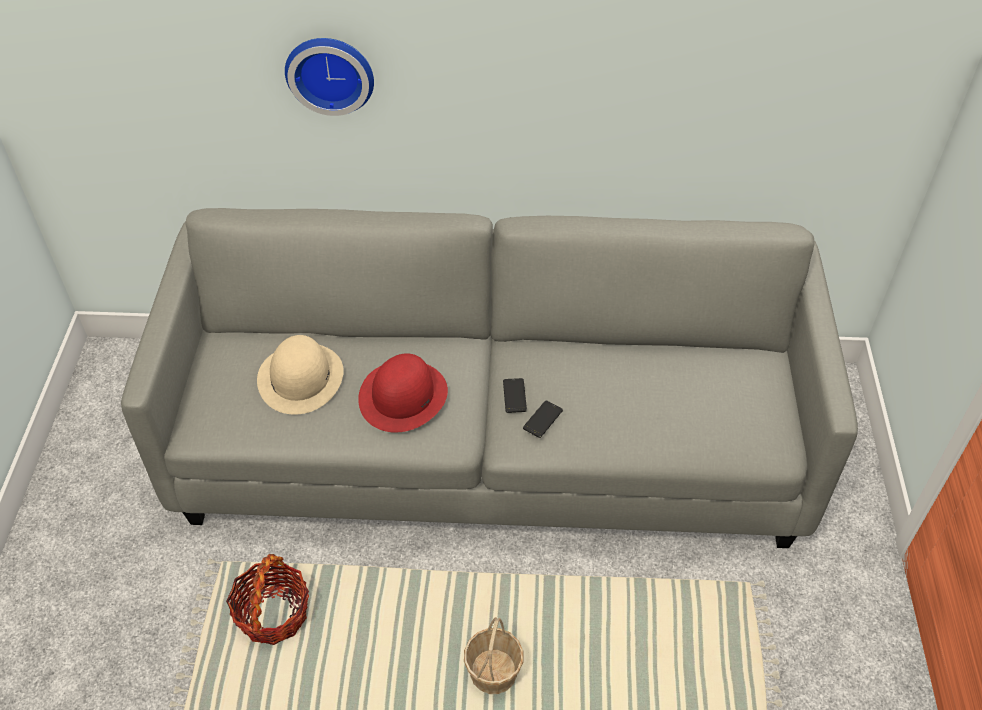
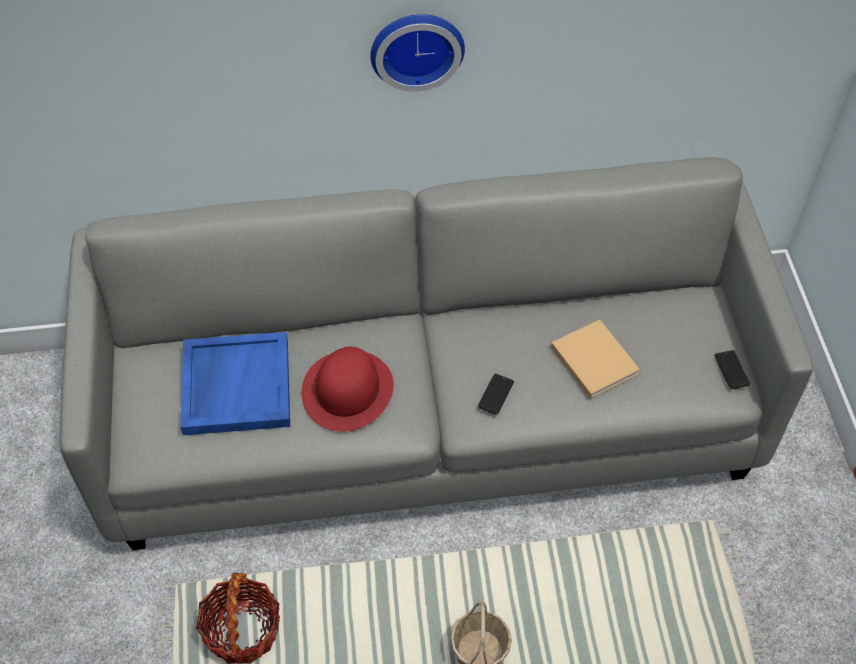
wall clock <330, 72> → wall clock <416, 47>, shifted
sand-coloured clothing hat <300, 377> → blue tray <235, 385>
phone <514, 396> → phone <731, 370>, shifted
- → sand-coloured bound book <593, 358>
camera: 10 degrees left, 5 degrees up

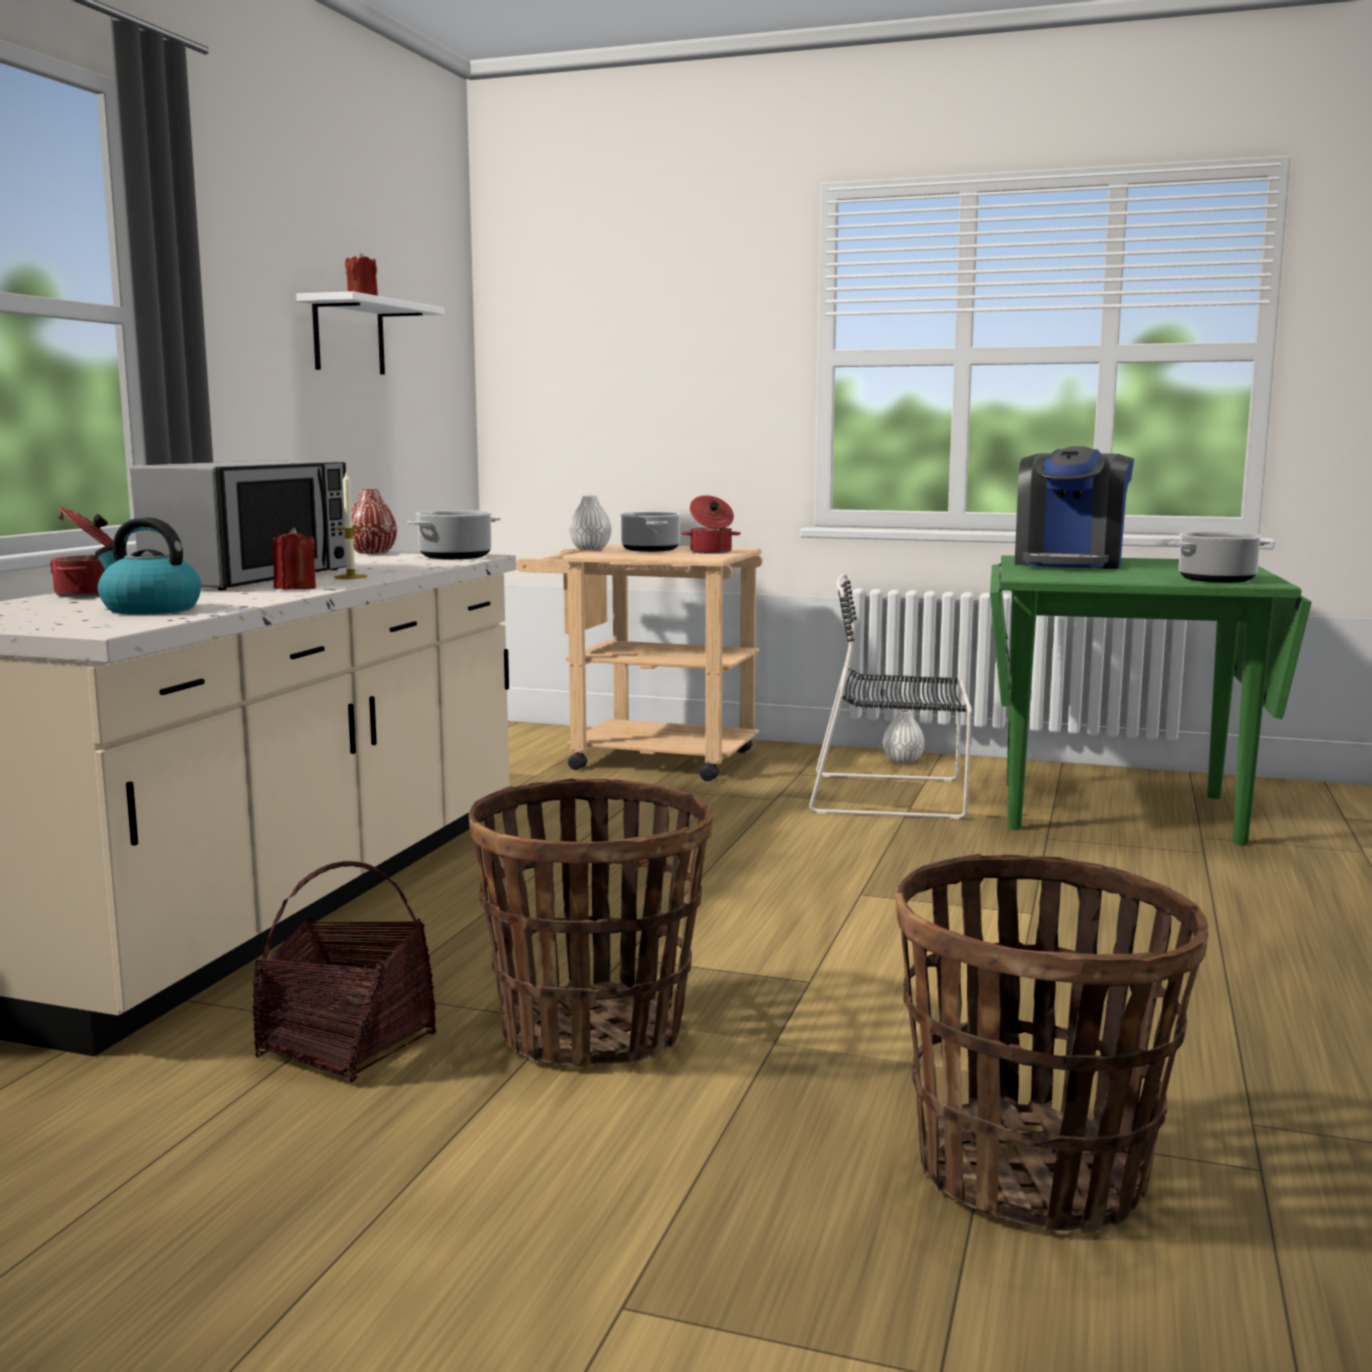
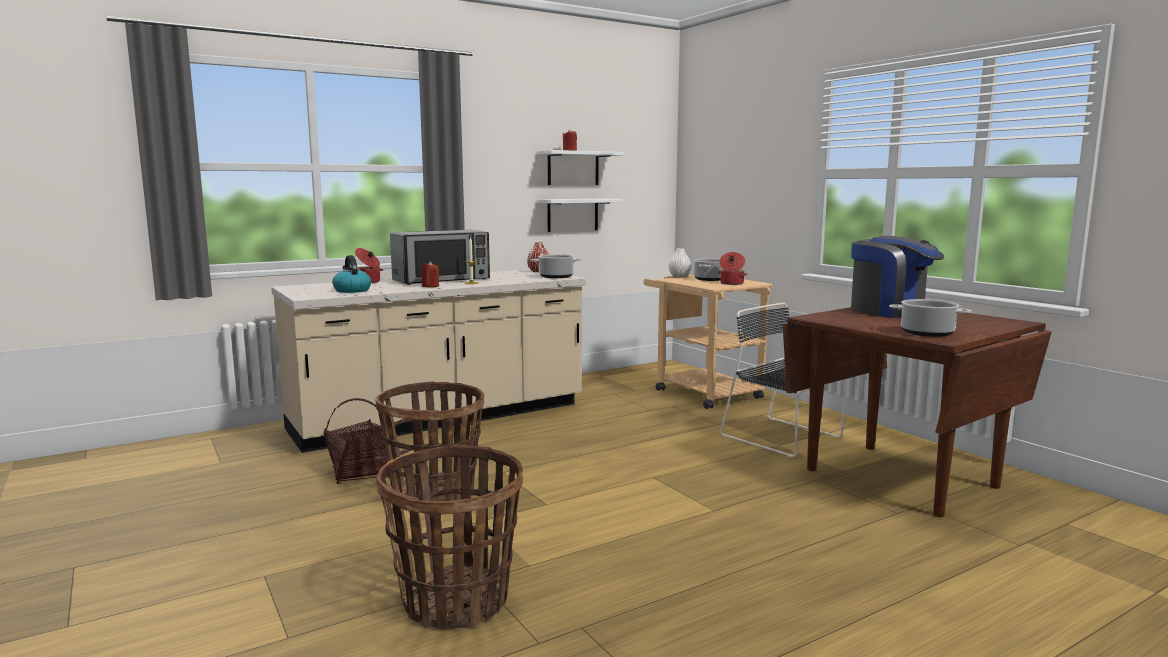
coffee machine <1069, 564> → coffee machine <892, 311>, 105 degrees counterclockwise
greenish dining table <1117, 811> → brown-coloured dining table <901, 477>
white decorative vase <902, 761> → -
- → white wall shelf <572, 215>
camera: 40 degrees right, 0 degrees up

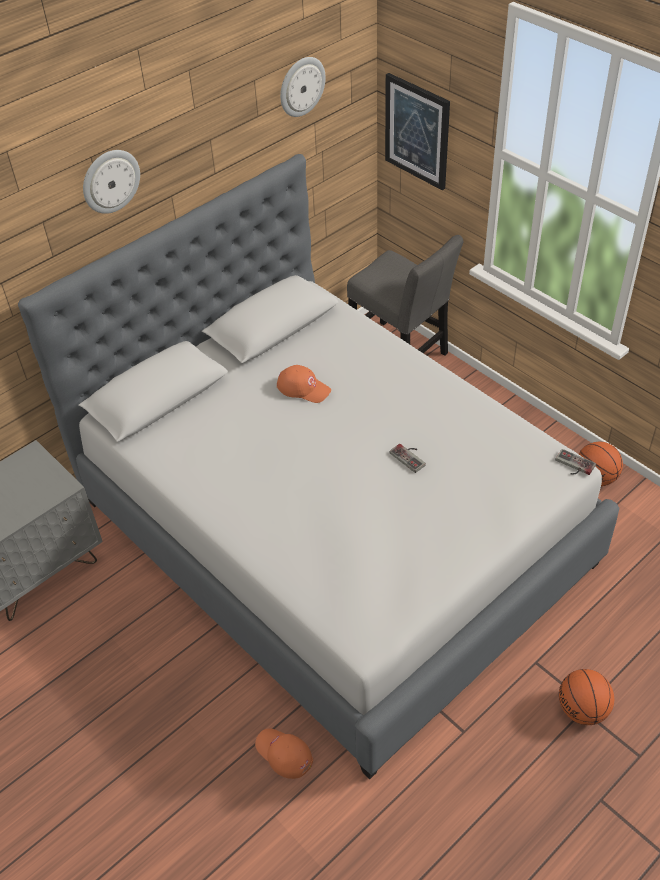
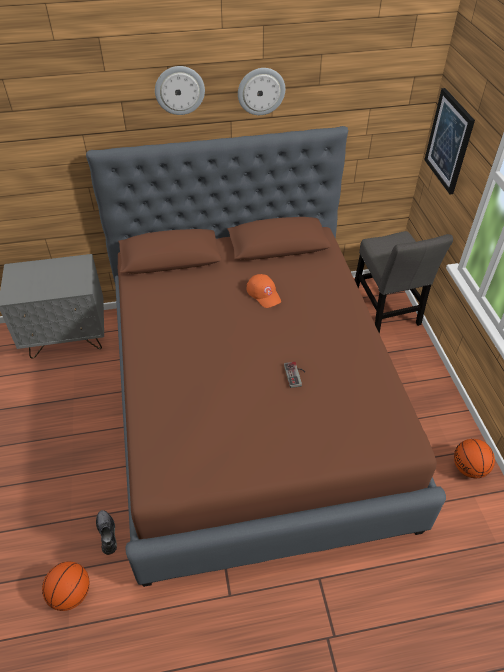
wall clock <301, 86> → wall clock <261, 91>, shifted
gray bed <334, 531> → brown-coloured bed <252, 405>
game controller <573, 465> → -
ball for basketball <582, 710> → ball for basketball <71, 594>, shifted
orangey peaked cap <283, 754> → gray item of footwear <107, 533>
camera: 30 degrees right, 0 degrees up

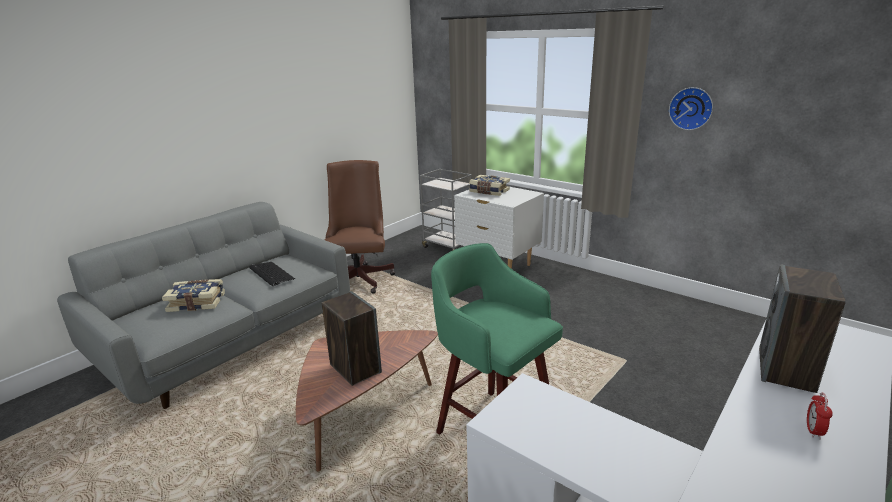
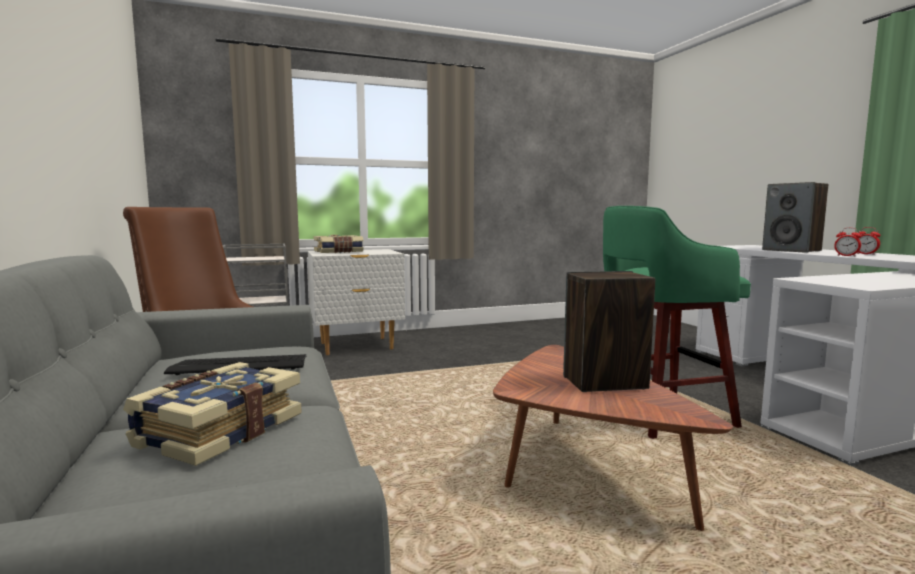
wall clock <691, 108> → -
- → bedside clock <846, 256>
camera: 60 degrees left, 15 degrees down

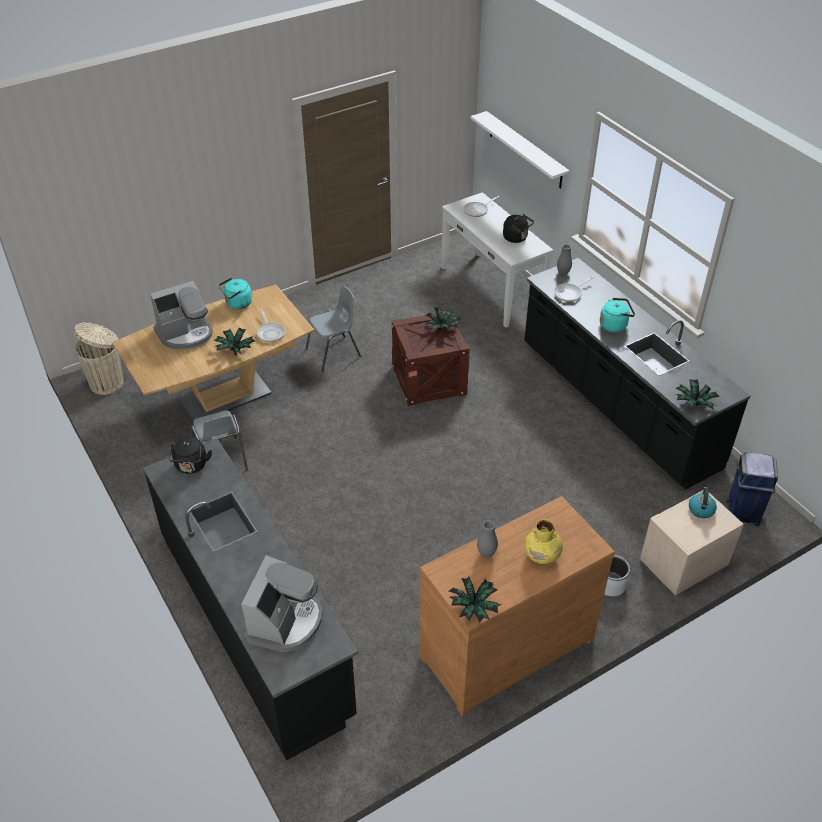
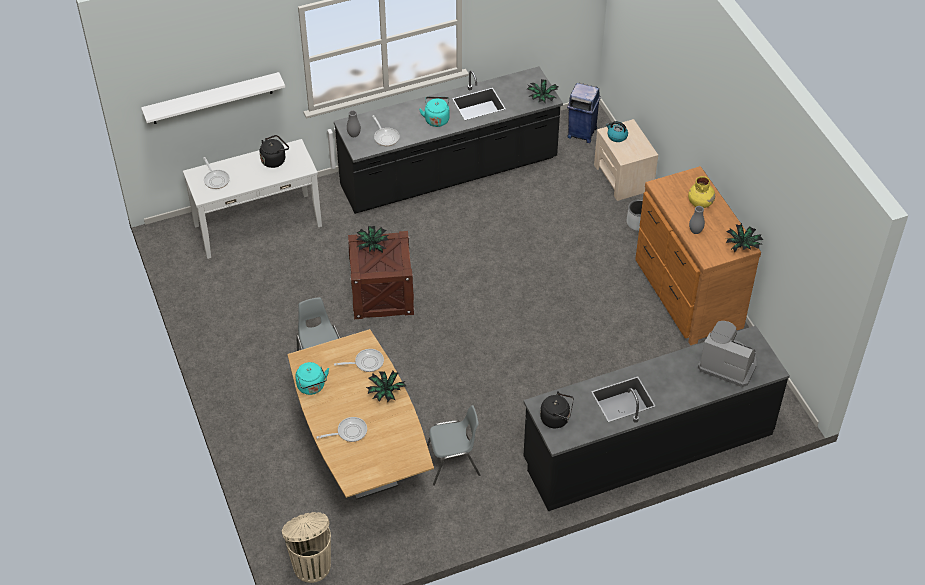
coffee machine <185, 334> → frying pan <349, 432>
camera: 80 degrees left, 5 degrees up

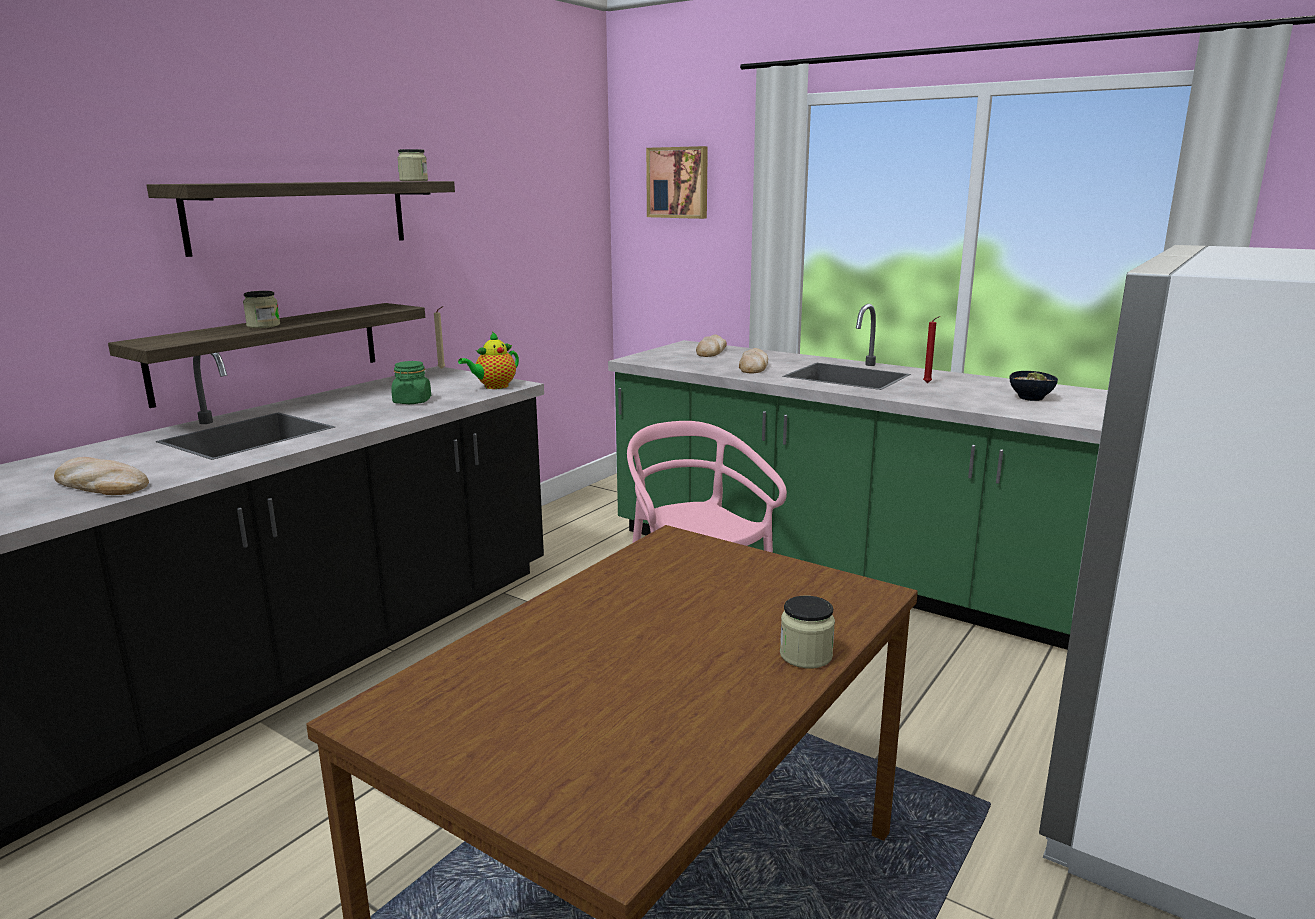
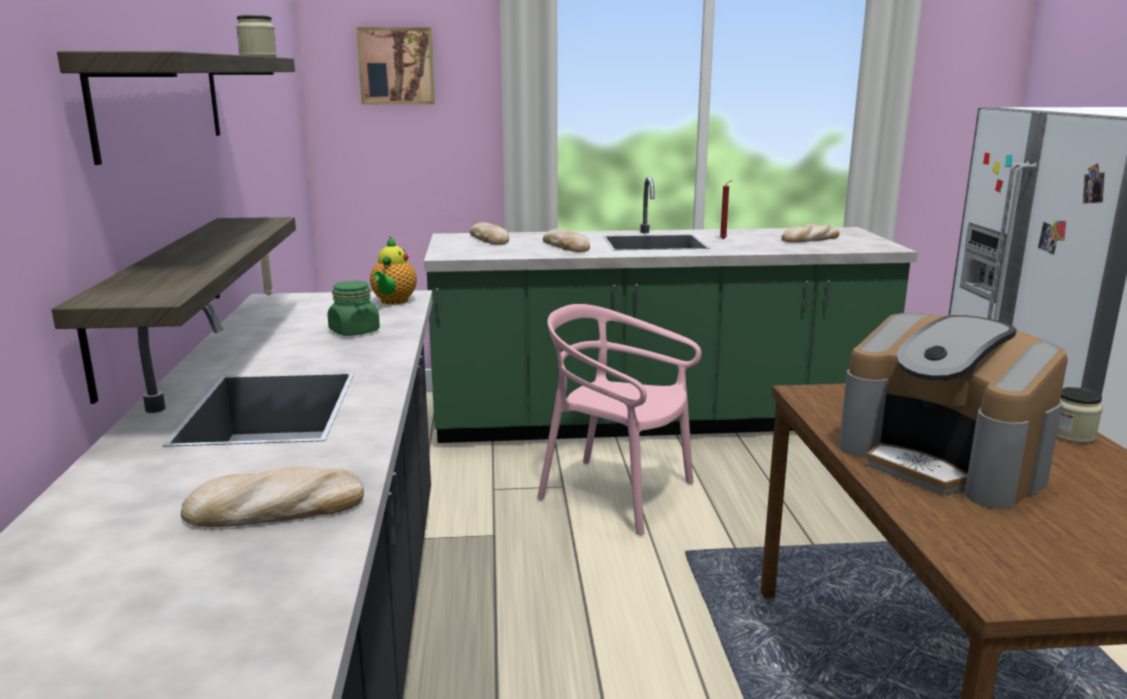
storage jar <263, 325> → -
serving bowl <1031, 398> → bakery bread <810, 239>
- → coffee machine <943, 461>
camera: 40 degrees left, 0 degrees up

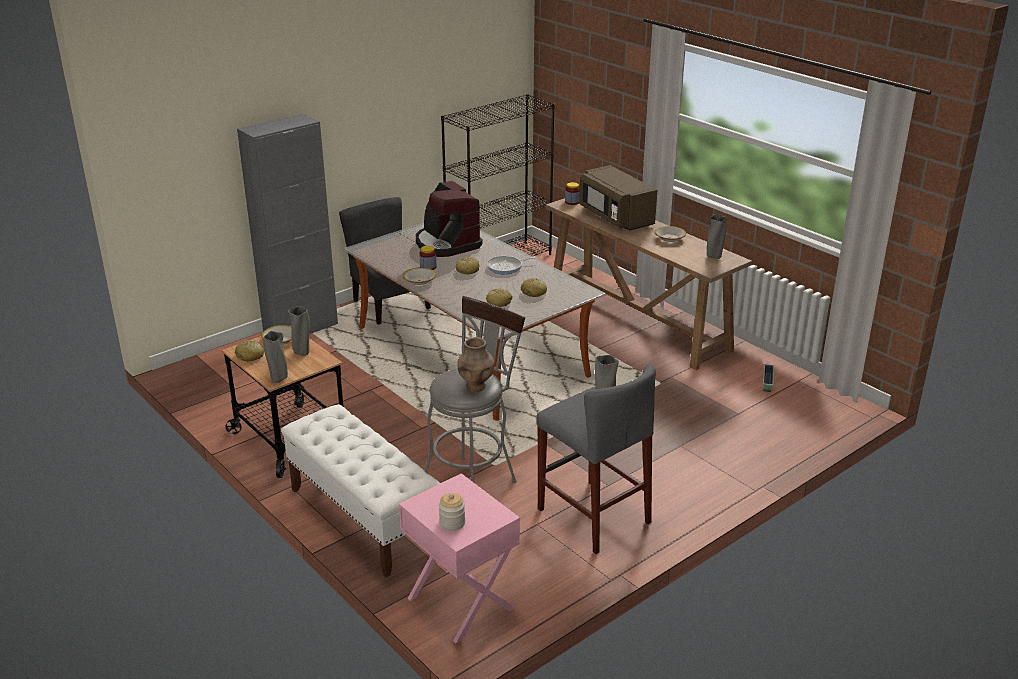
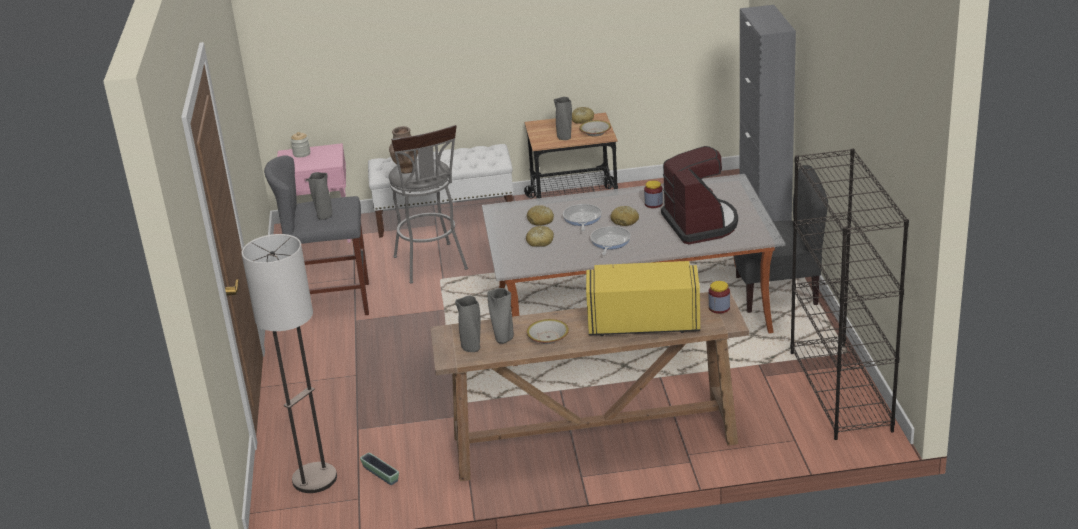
brown-coloured microwave <615, 217> → yellow-coloured microwave <643, 322>
coffee machine <446, 244> → coffee machine <701, 224>, 75 degrees clockwise
serving bowl <419, 281> → -
gray decorative vase <278, 379> → gray decorative vase <503, 340>, shifted
- → frying pan <582, 219>
- → floor lamp <314, 478>
camera: 125 degrees right, 0 degrees up

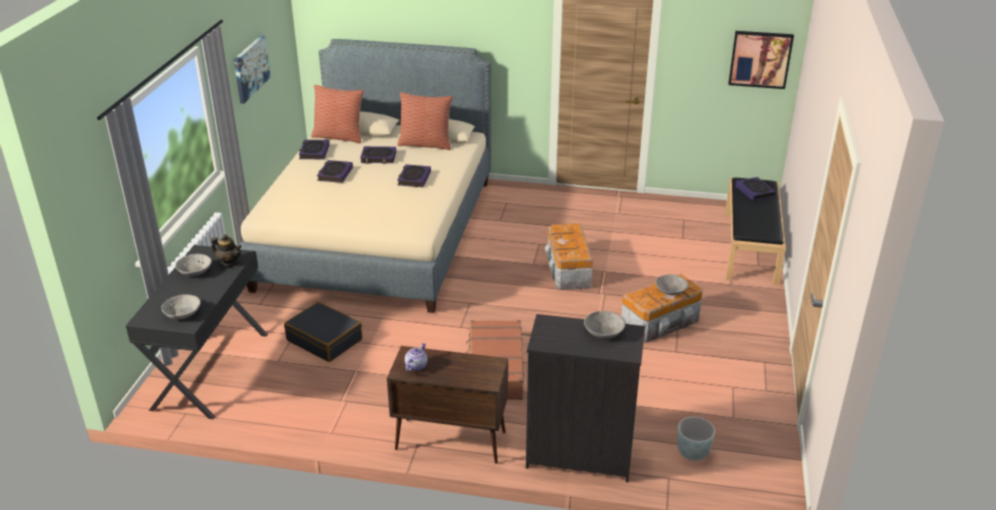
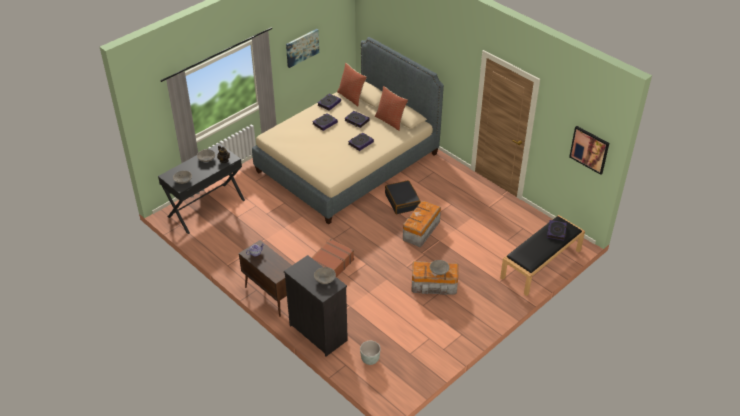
black-coloured travel case <325, 340> → black-coloured travel case <402, 201>, shifted
camera: 35 degrees right, 10 degrees up

